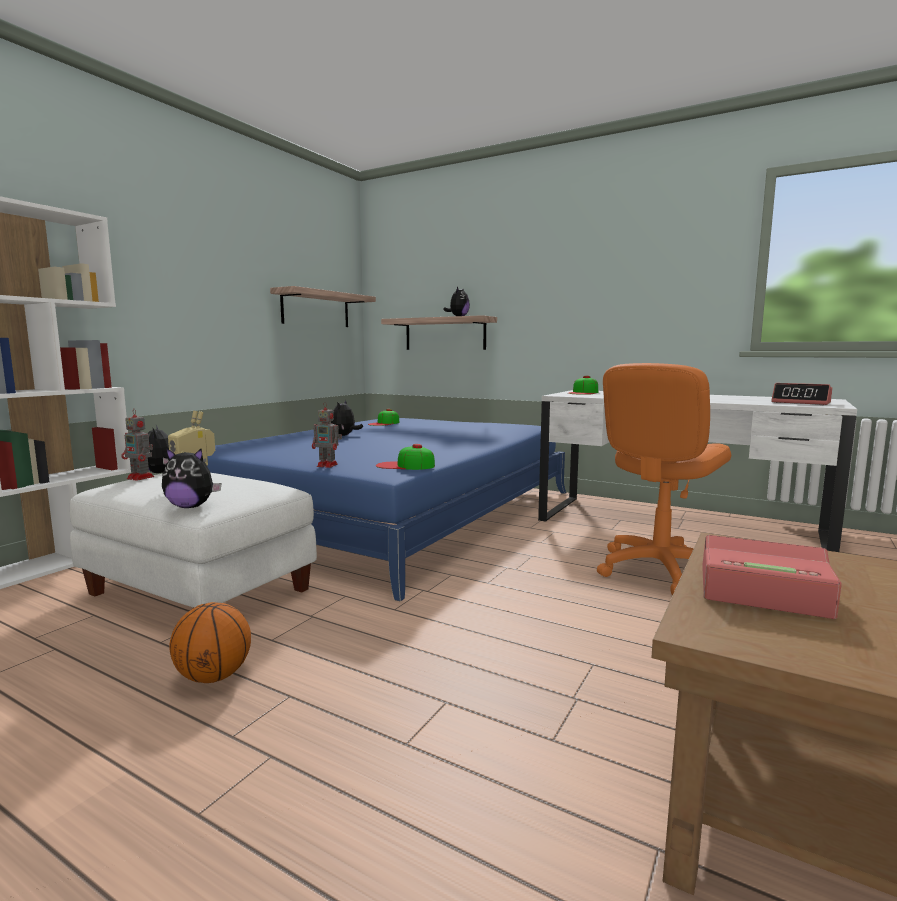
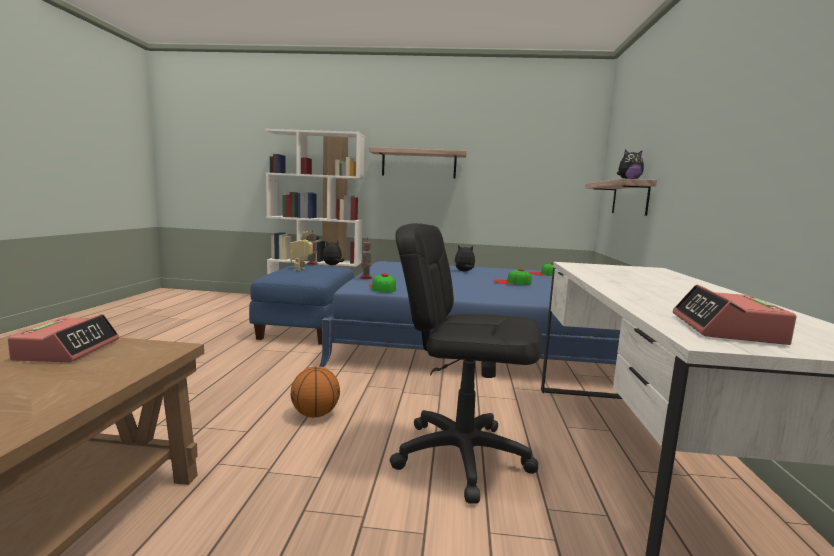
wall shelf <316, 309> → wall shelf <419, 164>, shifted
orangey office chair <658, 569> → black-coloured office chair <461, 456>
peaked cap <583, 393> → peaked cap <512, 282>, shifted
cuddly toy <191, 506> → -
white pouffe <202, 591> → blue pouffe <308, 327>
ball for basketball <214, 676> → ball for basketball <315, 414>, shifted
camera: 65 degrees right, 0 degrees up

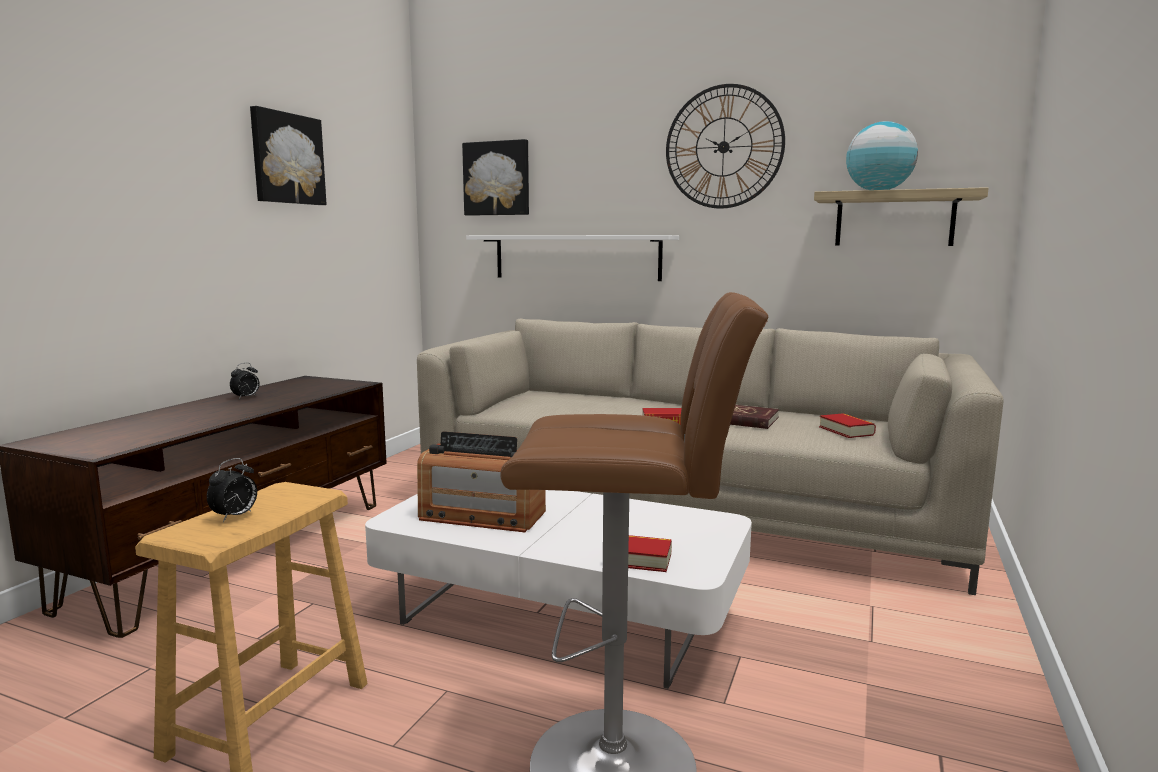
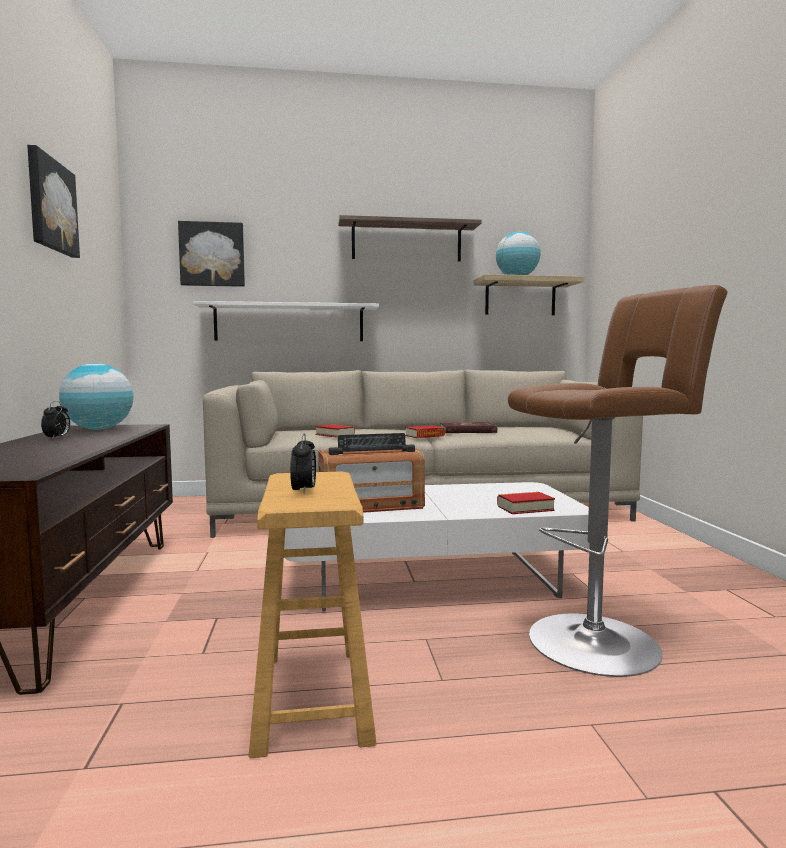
wall clock <723, 147> → wall shelf <406, 242>
bound book <846, 431> → bound book <335, 435>, shifted
- → globe <99, 429>
camera: 30 degrees left, 5 degrees down

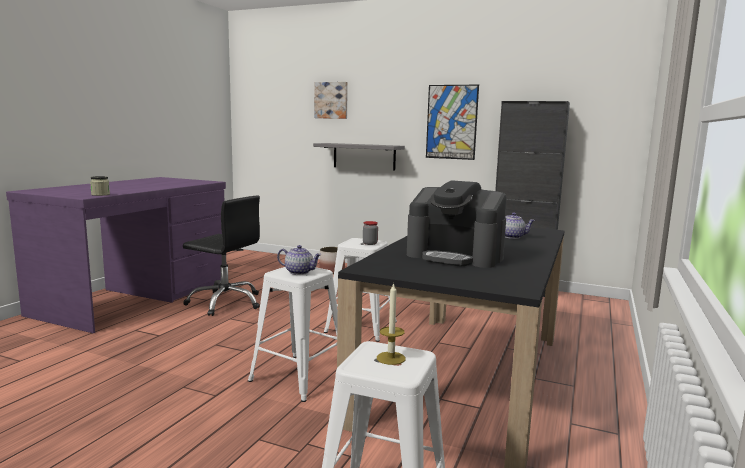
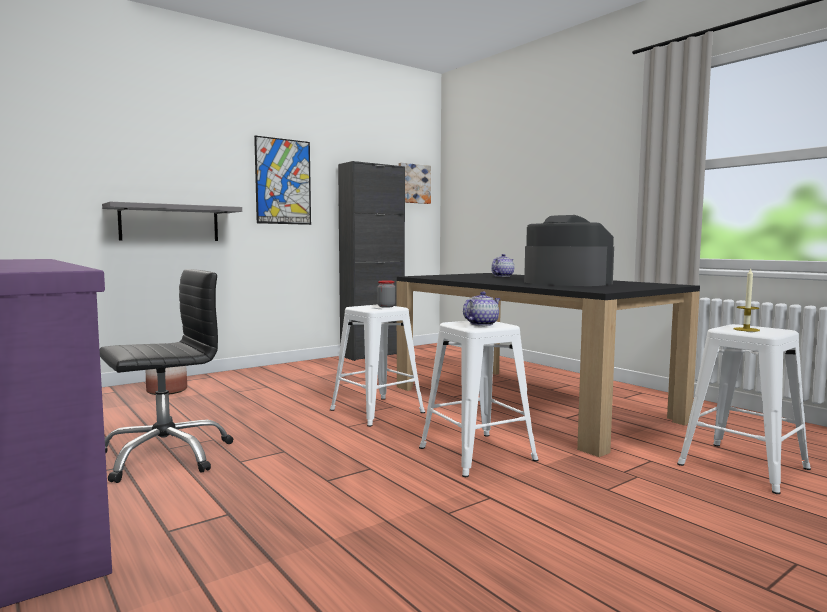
picture <331, 100> → picture <413, 183>, shifted
storage jar <100, 194> → -
coffee machine <455, 256> → coffee machine <566, 283>, 105 degrees counterclockwise
camera: 60 degrees left, 5 degrees down

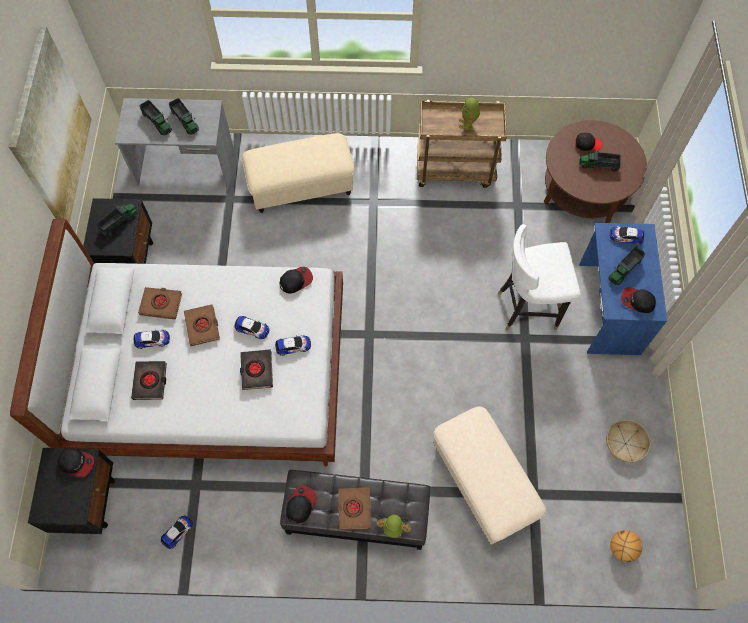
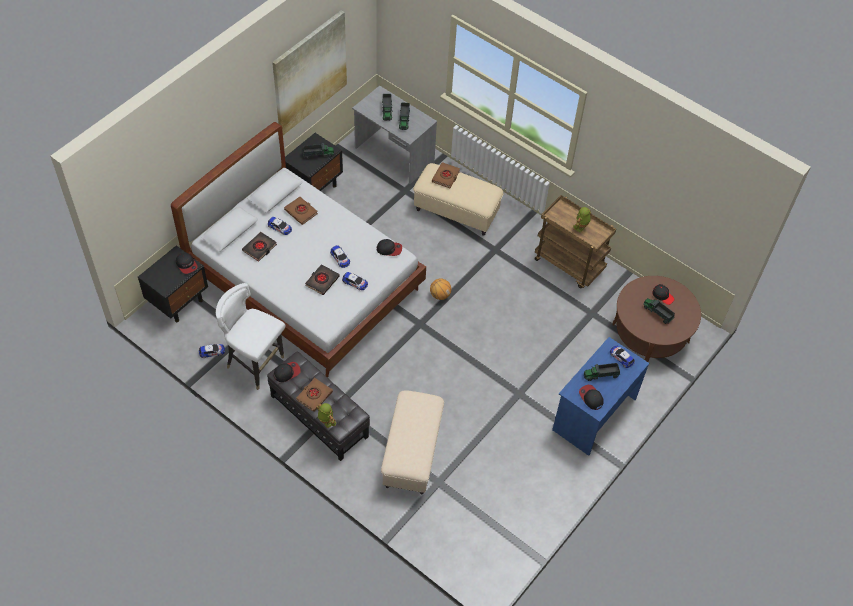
white chair <528, 307> → white chair <255, 364>, shifted
brown-coloured bound book <202, 326> → brown-coloured bound book <446, 177>, shifted
basket <625, 444> → -
ball for basketball <621, 548> → ball for basketball <440, 295>, shifted
camera: 35 degrees right, 10 degrees down

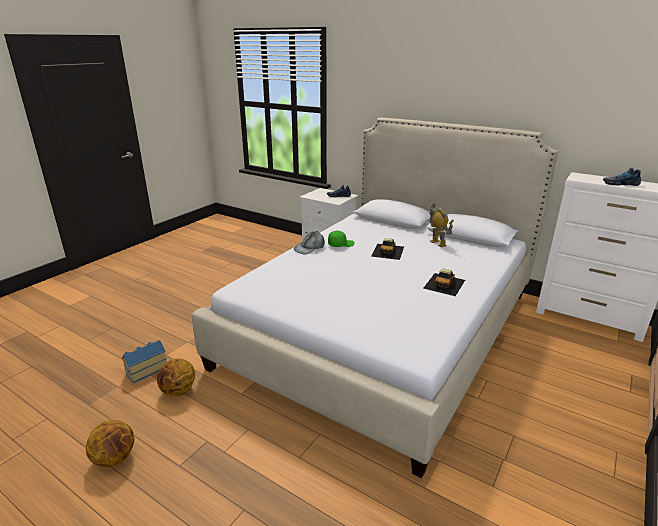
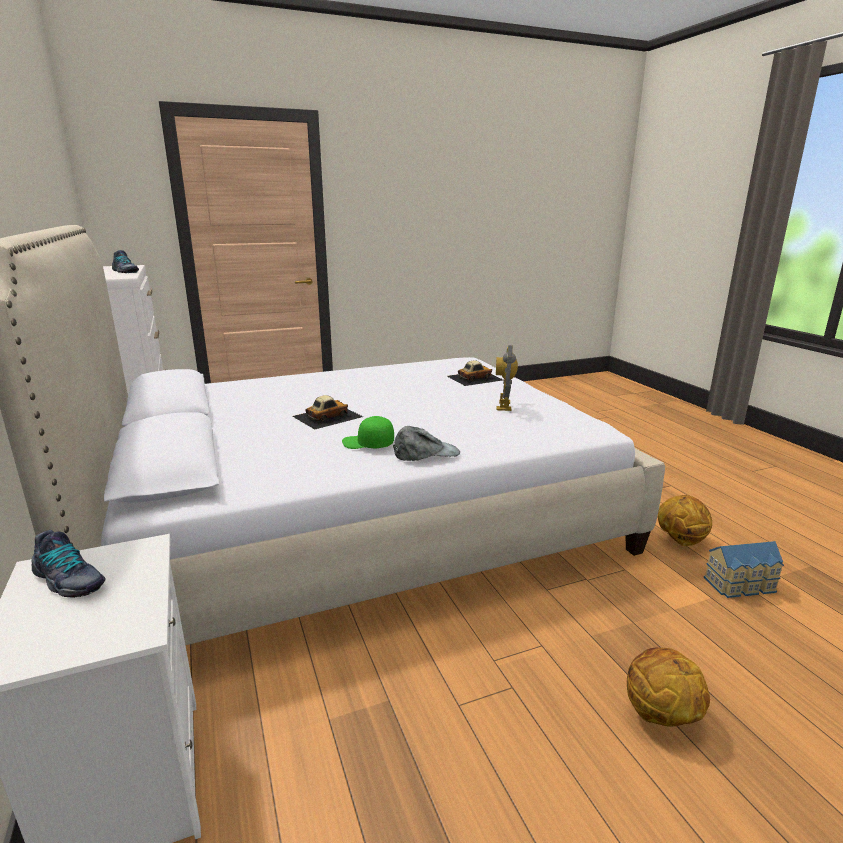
toy robot <438, 243> → toy robot <504, 405>, shifted
miniature car <444, 284> → miniature car <474, 378>, shifted
ball for basketball <115, 458> → ball for basketball <660, 715>, shifted
camera: 145 degrees left, 5 degrees down

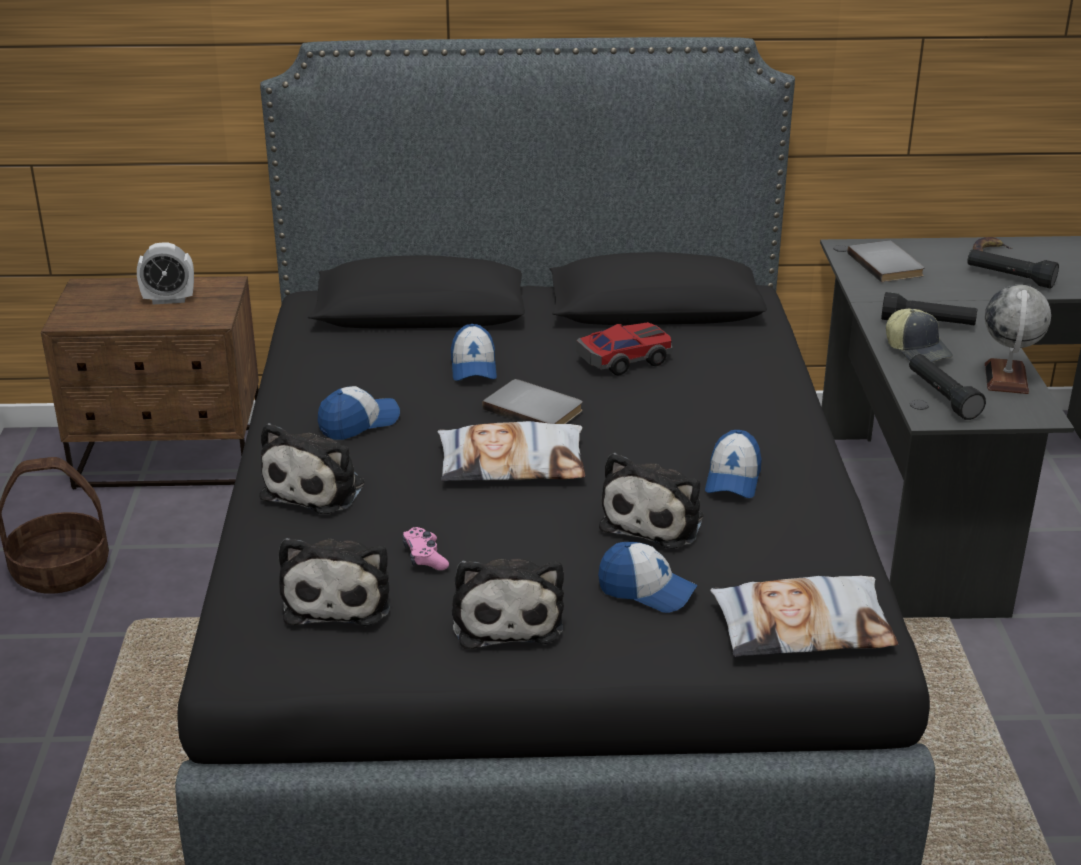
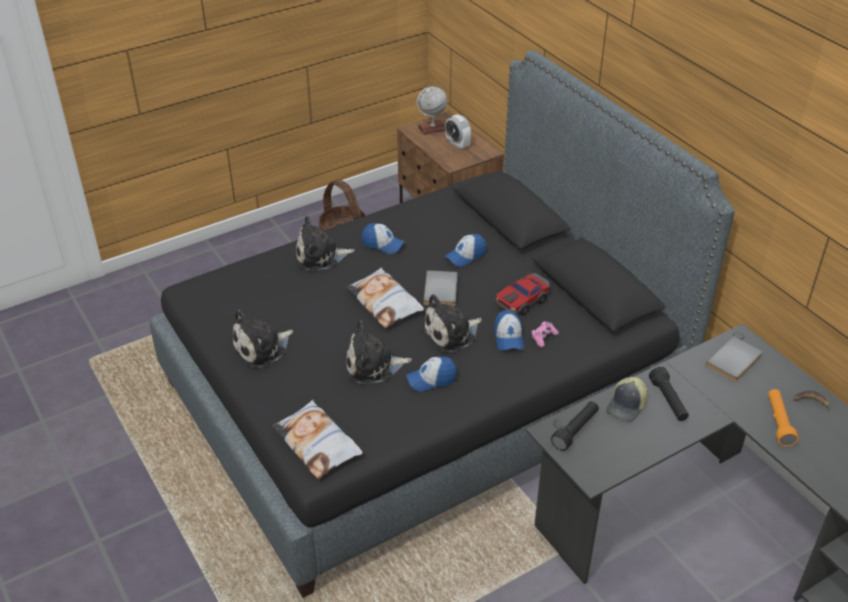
black-coloured torch <1009, 278> → orangey torch <778, 422>
globe <1006, 378> → globe <432, 128>, shifted
miniature car <624, 359> → miniature car <522, 301>, 105 degrees clockwise
pink game controller <425, 557> → pink game controller <543, 337>, shifted
cuddly toy <339, 598> → cuddly toy <452, 334>, shifted
peaked cap <646, 590> → peaked cap <508, 337>, shifted
camera: 60 degrees right, 10 degrees up

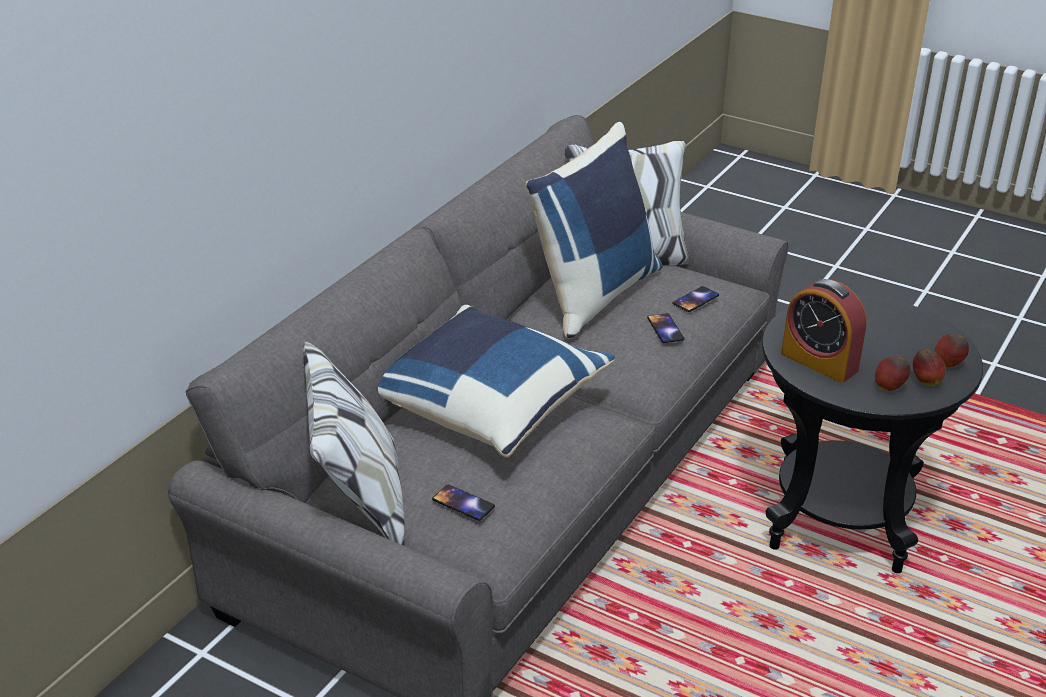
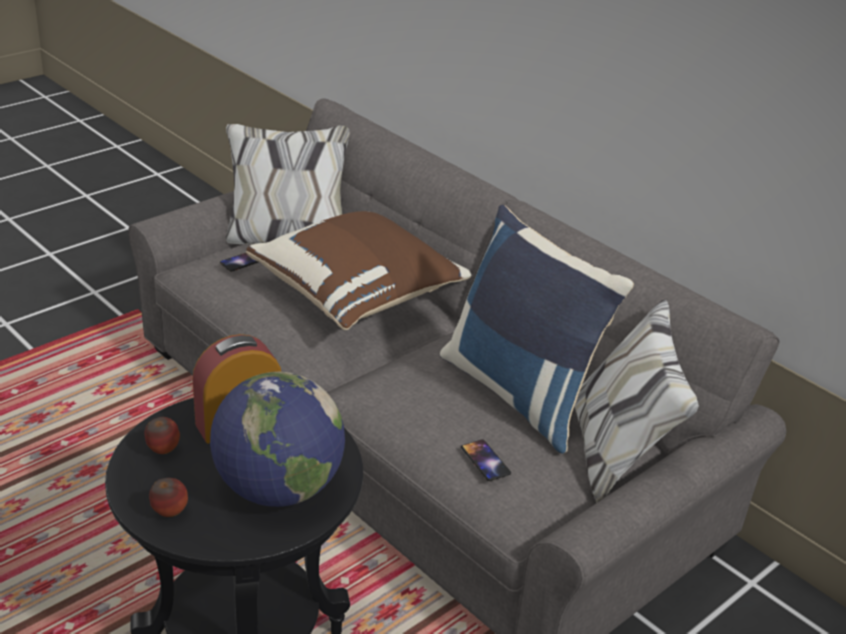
blue cushion <487, 407> → brown-coloured cushion <358, 294>
phone <665, 328> → -
apple fruit <925, 382> → -
- → globe <278, 489>
camera: 105 degrees right, 0 degrees up

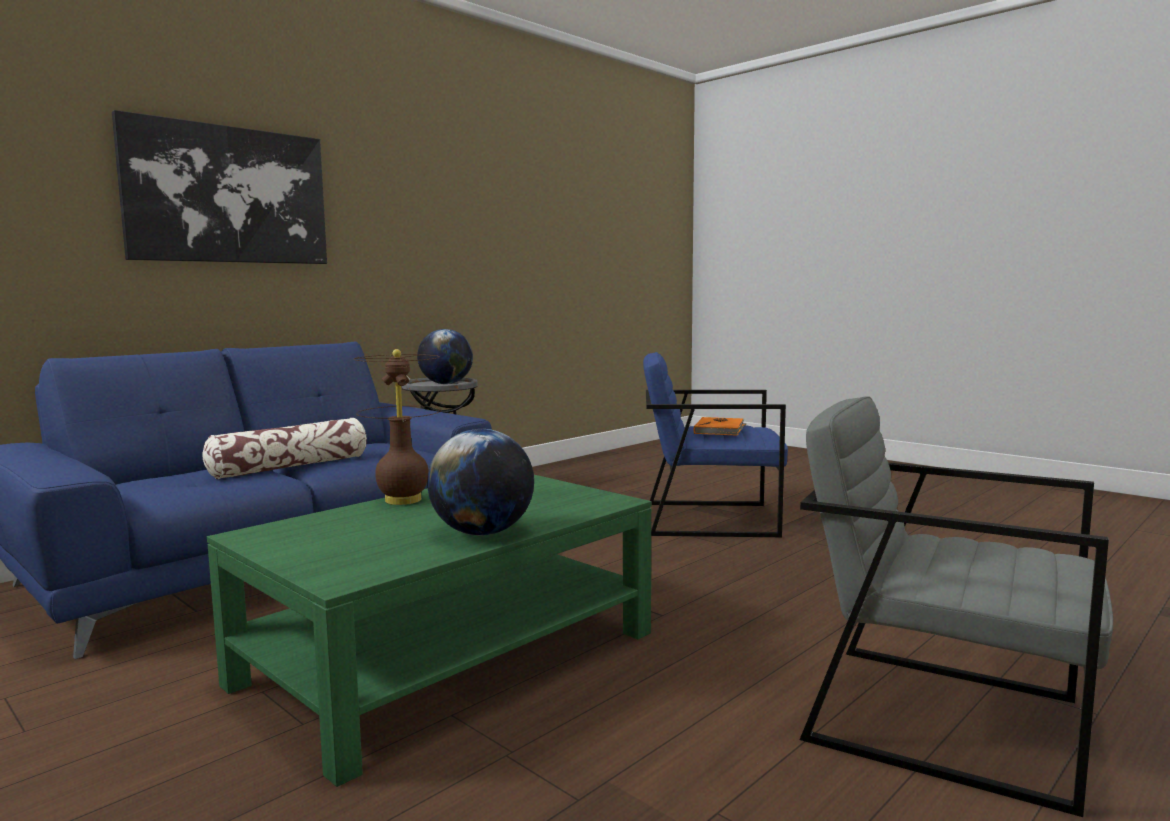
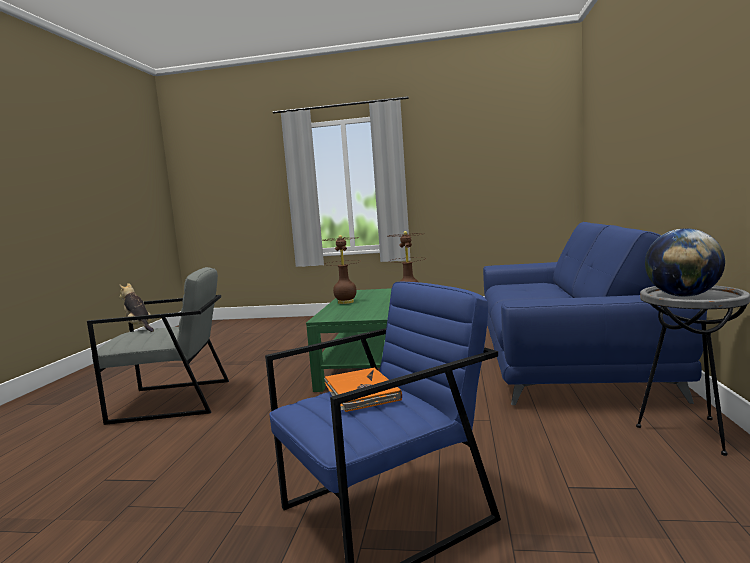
picture <228, 195> → -
cushion <290, 467> → -
globe <482, 533> → brown-coloured lamp for a table <345, 302>
- → cuddly toy <140, 328>
camera: 145 degrees right, 0 degrees up

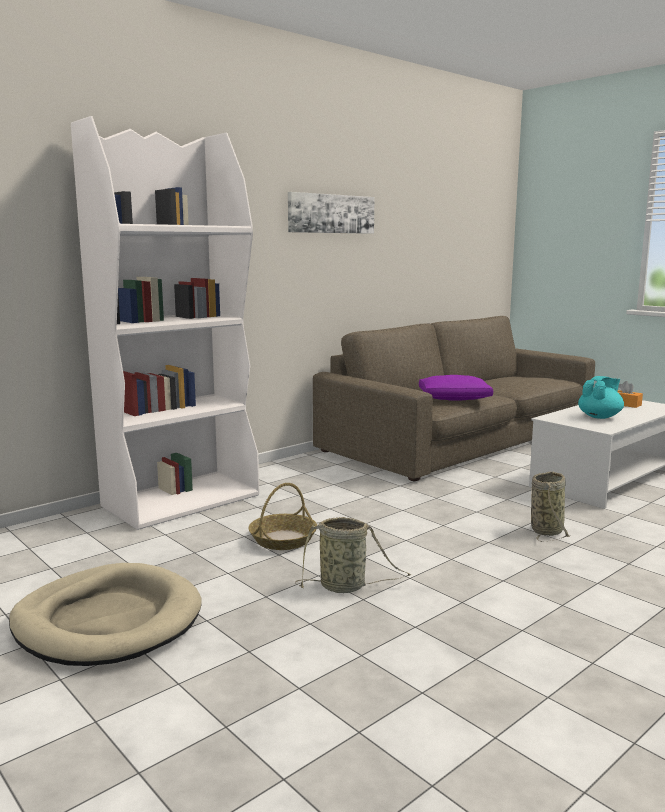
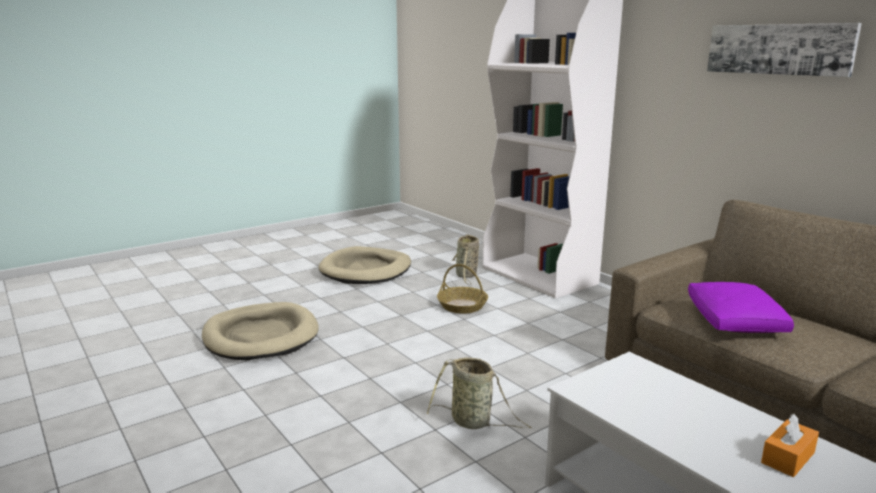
turquoise-coloured teapot <600, 417> → -
basket <346, 587> → basket <466, 276>, shifted
- → sand-coloured dog cushion <261, 336>
camera: 95 degrees right, 5 degrees up

